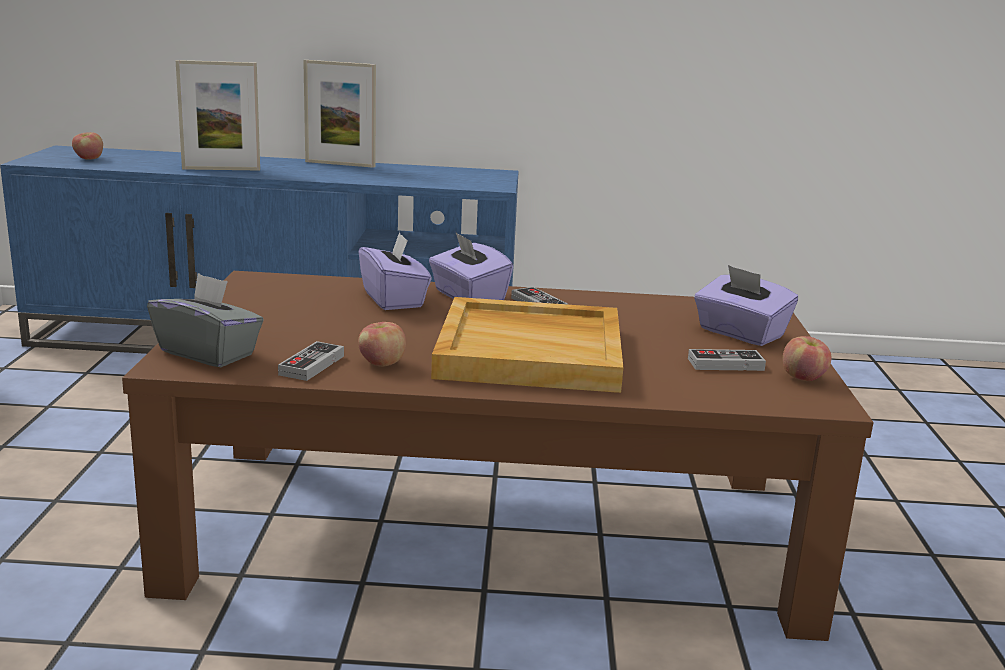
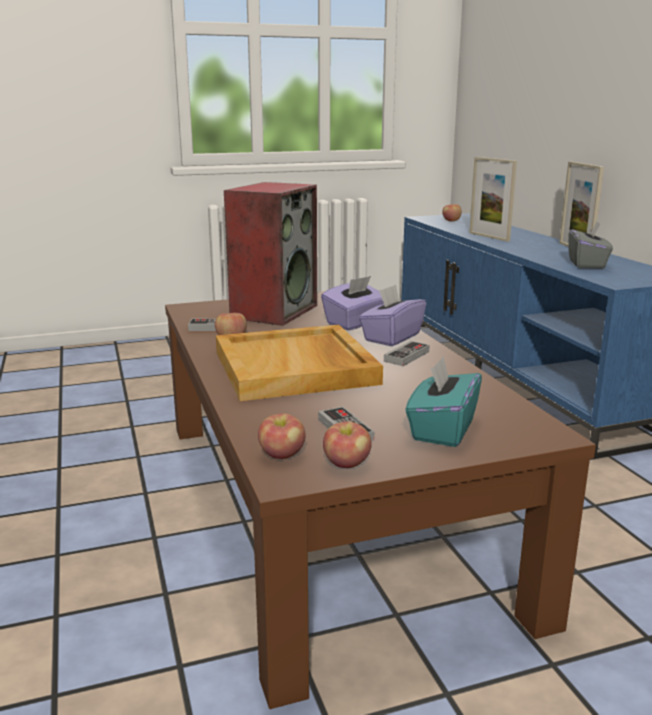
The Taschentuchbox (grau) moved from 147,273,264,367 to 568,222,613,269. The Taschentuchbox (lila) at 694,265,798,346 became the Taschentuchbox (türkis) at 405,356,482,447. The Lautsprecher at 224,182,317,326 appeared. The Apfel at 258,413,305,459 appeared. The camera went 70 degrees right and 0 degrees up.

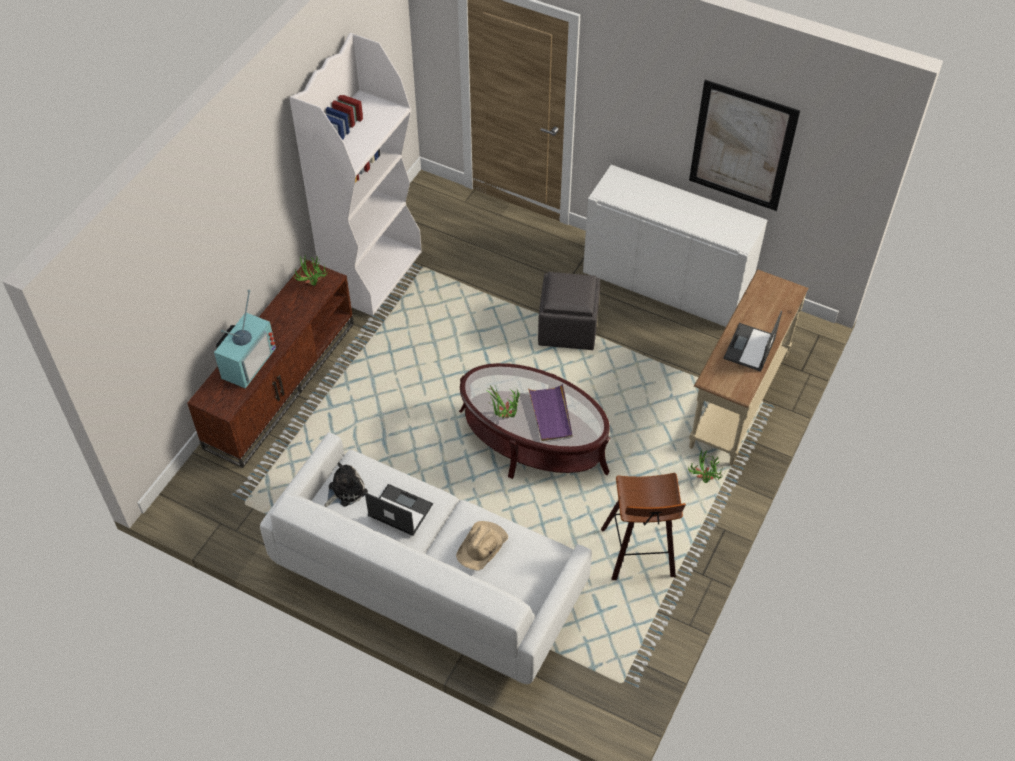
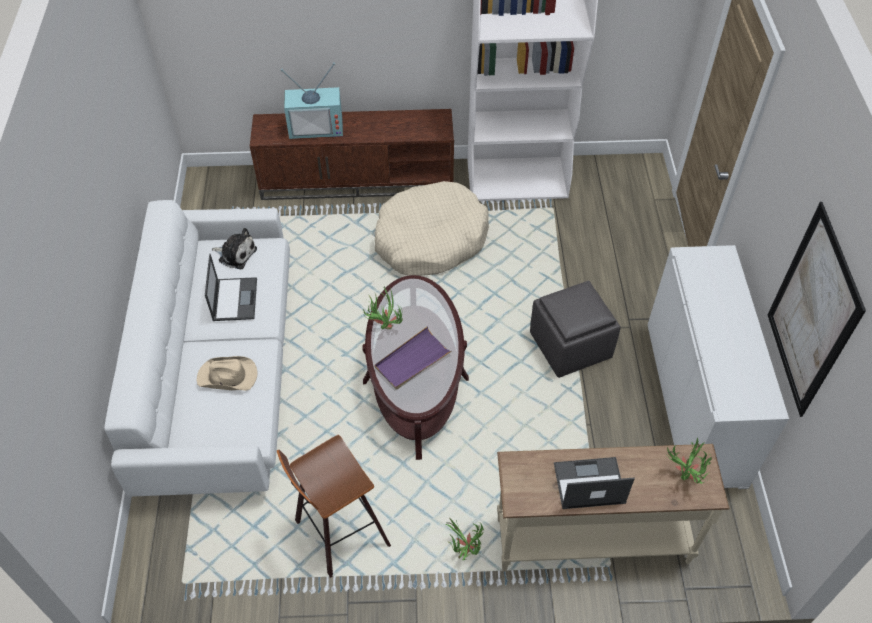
The Topfpflanze moved from 293,255,329,286 to 667,438,712,484. The Hundebett (beige) at 375,181,489,276 appeared. The camera went 60 degrees right and 0 degrees up.

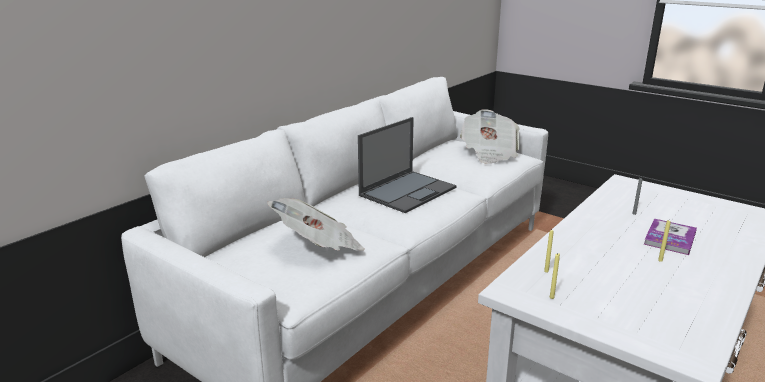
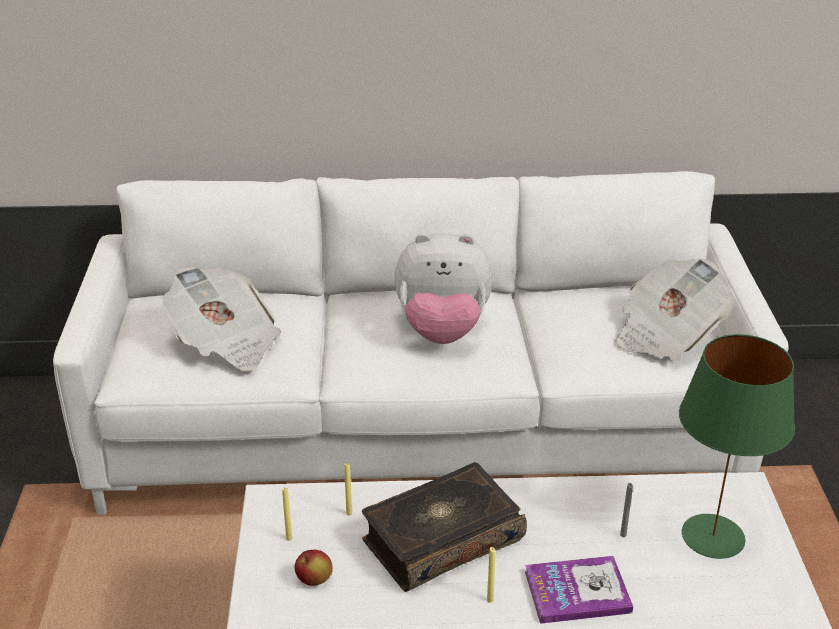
The Laptop at 358,117,457,213 was replaced by the Plüschtier at 394,233,493,344. The Apfel at 294,550,333,586 appeared. The Buch at 362,462,527,592 appeared. The Tischlampe (grün) at 679,334,795,559 appeared. The camera went 50 degrees right and 10 degrees up.

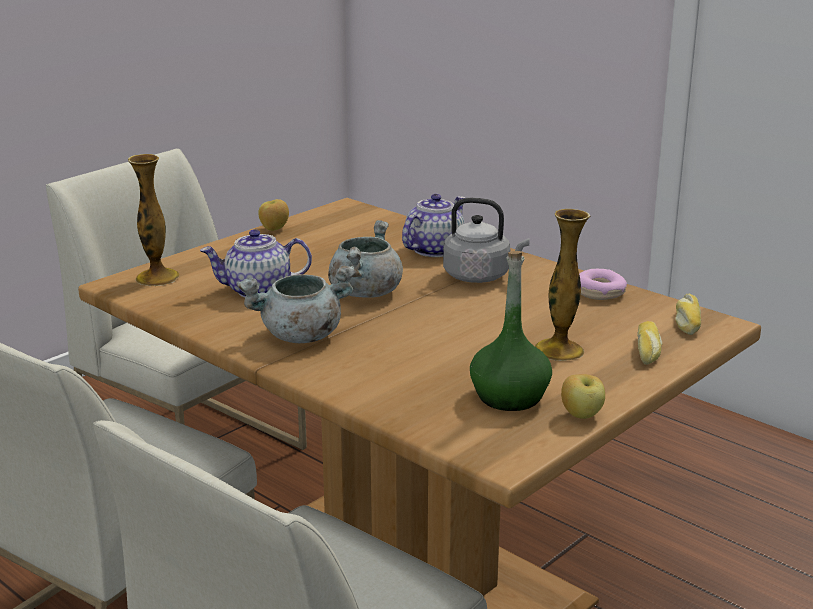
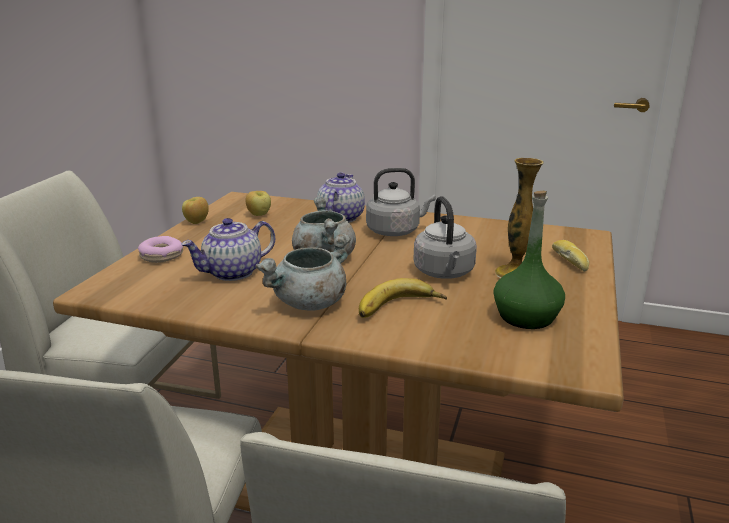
The Vase at 128,154,180,286 disappeared. The Apfel moved from 561,374,605,419 to 246,191,271,216. The Donut moved from 579,269,627,300 to 138,236,183,263. The Brot at 675,294,701,335 disappeared. The Banane at 359,278,447,318 appeared. The Wasserkessel (grau) at 414,196,477,279 appeared. The camera went 25 degrees left and 0 degrees up.

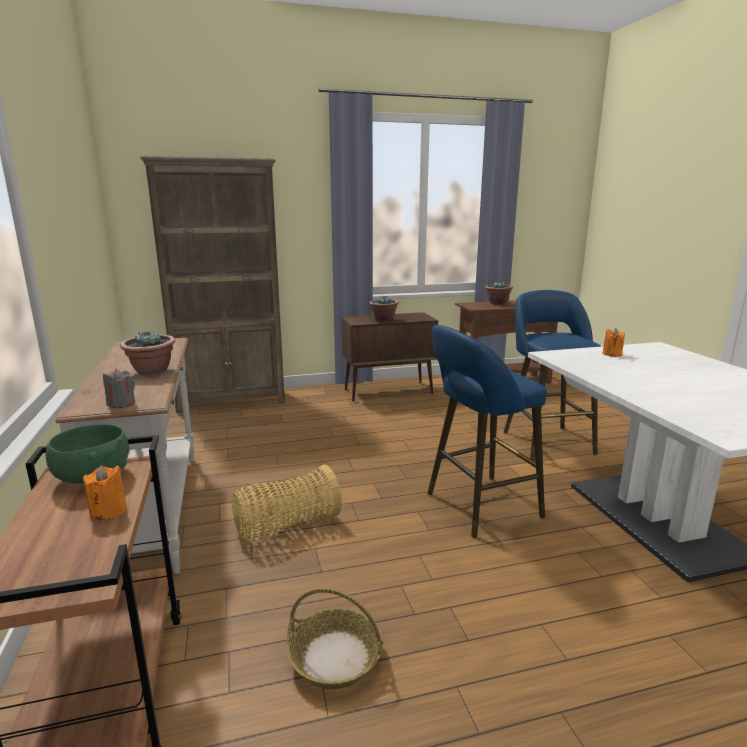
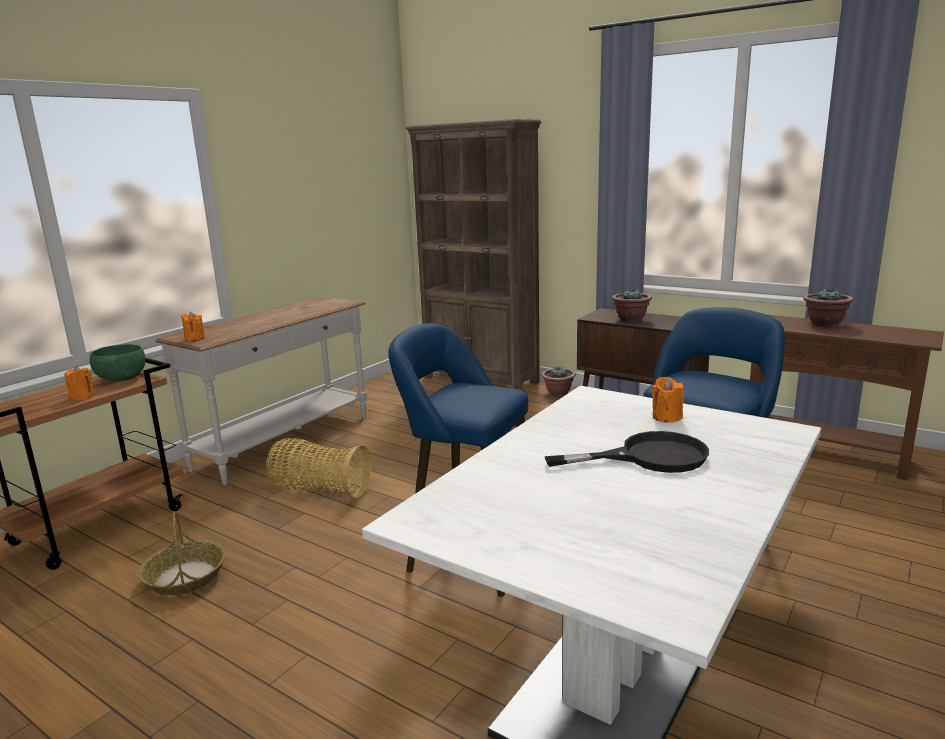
The Kerze (grau) at 103,369,135,408 became the Kerze (orange) at 181,312,205,341. The Topfpflanze moved from 120,332,175,375 to 542,367,576,396. The Pfanne (schwarz) at 545,431,709,473 appeared. The camera went 50 degrees right and 0 degrees up.

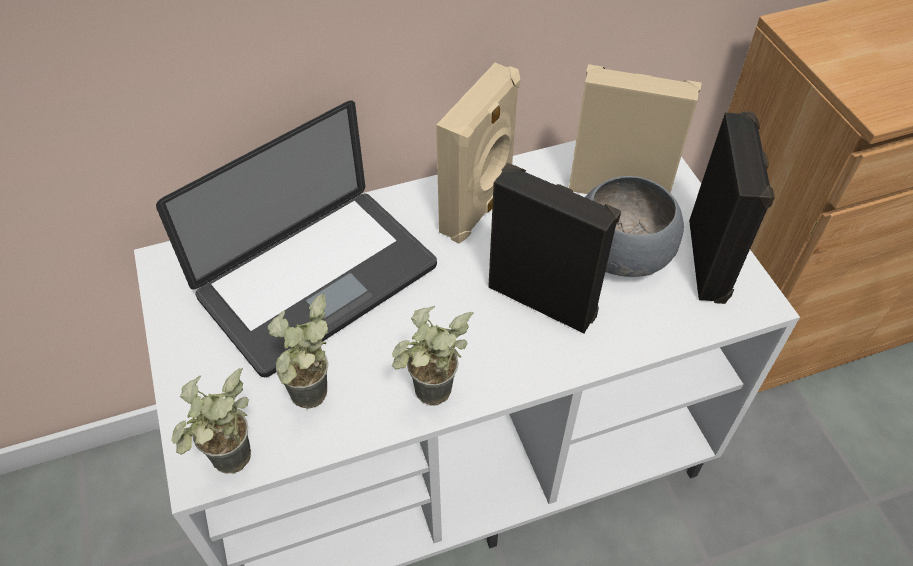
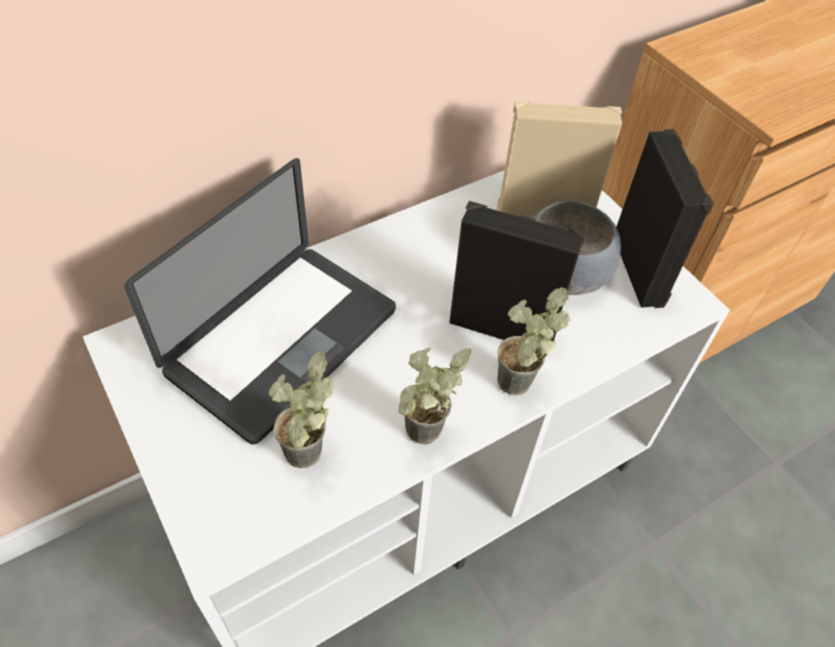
The Topfpflanze moved from 171,368,251,473 to 497,287,570,395. The Lautsprecher (beige) at 436,63,520,244 disappeared. The camera went 15 degrees left and 0 degrees up.

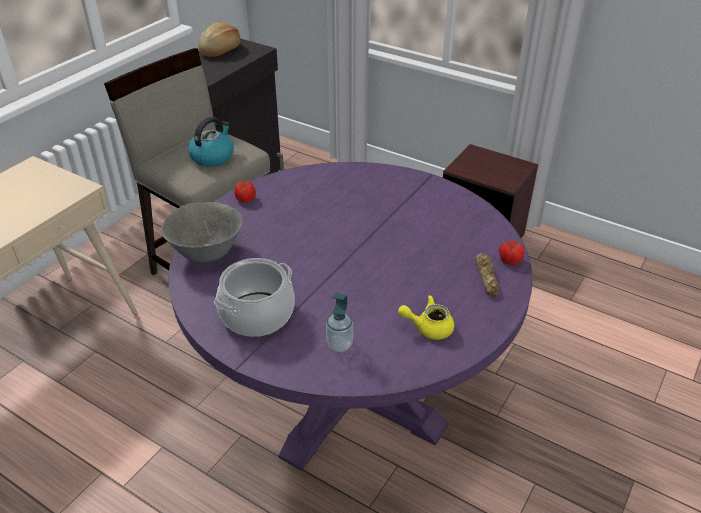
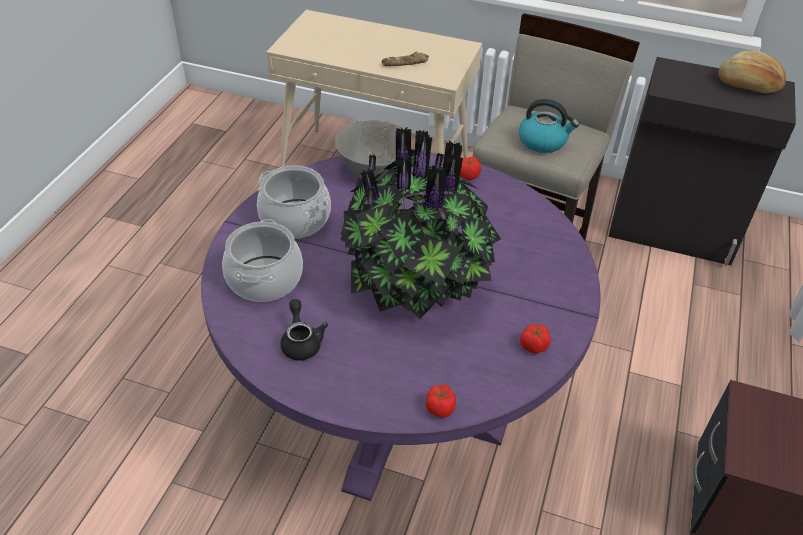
The Seifenspender at 326,293,353,352 was replaced by the Kochtopf at 222,219,303,302. The Teekanne (gelb) at 398,295,454,340 became the Teekanne (schwarz) at 280,299,328,360. The Brot moved from 475,253,499,296 to 382,52,429,66. The Topfpflanze at 340,127,501,319 appeared. The Tomate at 520,324,551,354 appeared. The camera went 75 degrees right and 5 degrees up.

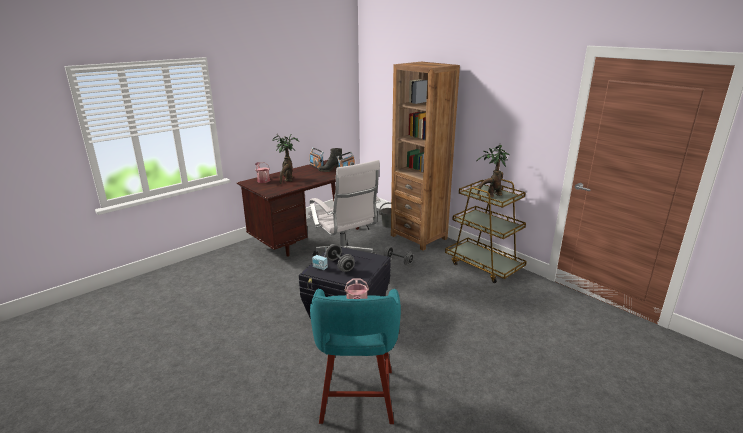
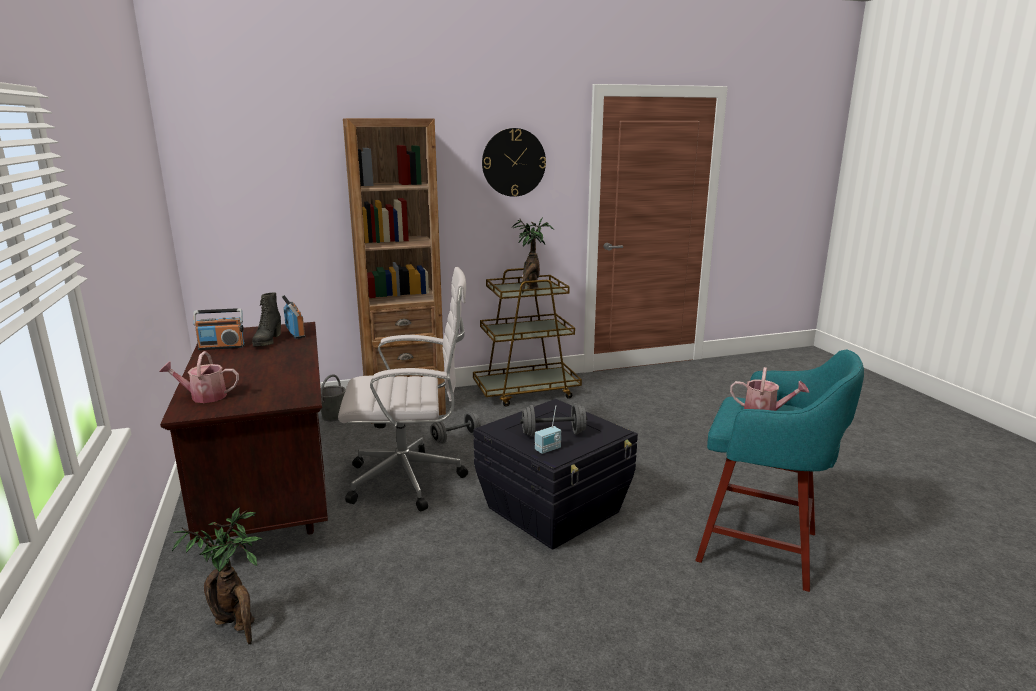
The Topfpflanze moved from 273,133,299,184 to 172,507,262,644. The Wanduhr at 482,128,546,197 appeared. The camera went 65 degrees left and 5 degrees down.

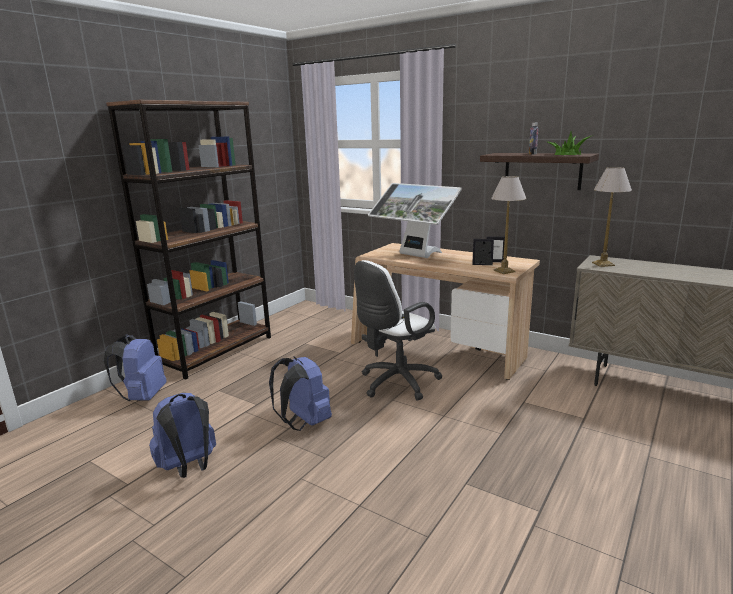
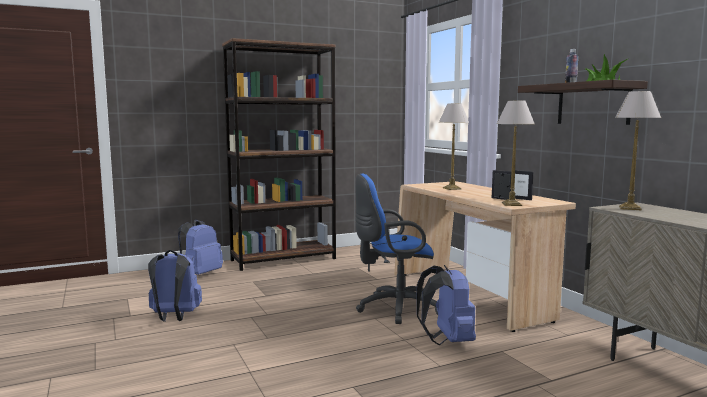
The Rucksack (blau) moved from 269,356,332,431 to 417,265,476,345. The Bürostuhl (weiß) at 354,260,443,401 became the Bürostuhl (blau) at 355,174,438,324. The Monitor at 368,183,462,258 was replaced by the Tischlampe at 439,103,469,190. The camera went 30 degrees right and 10 degrees down.

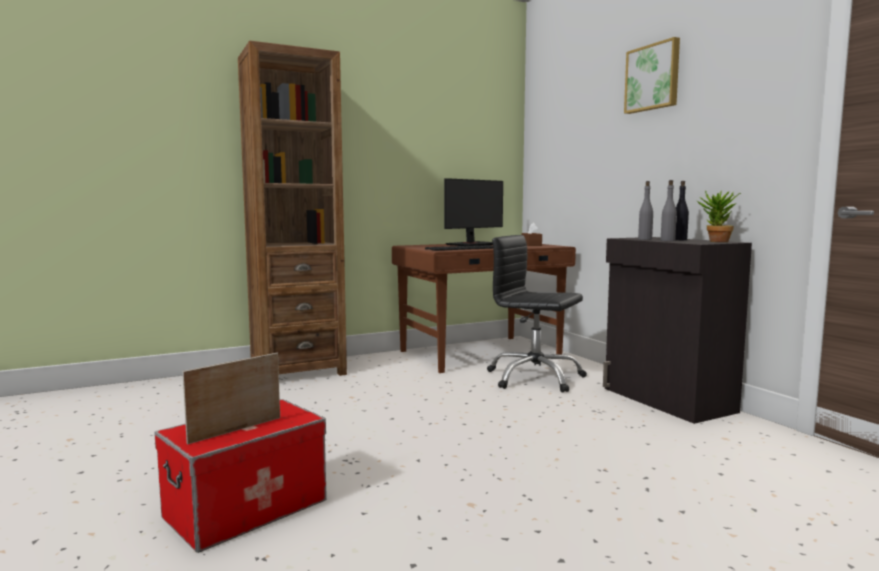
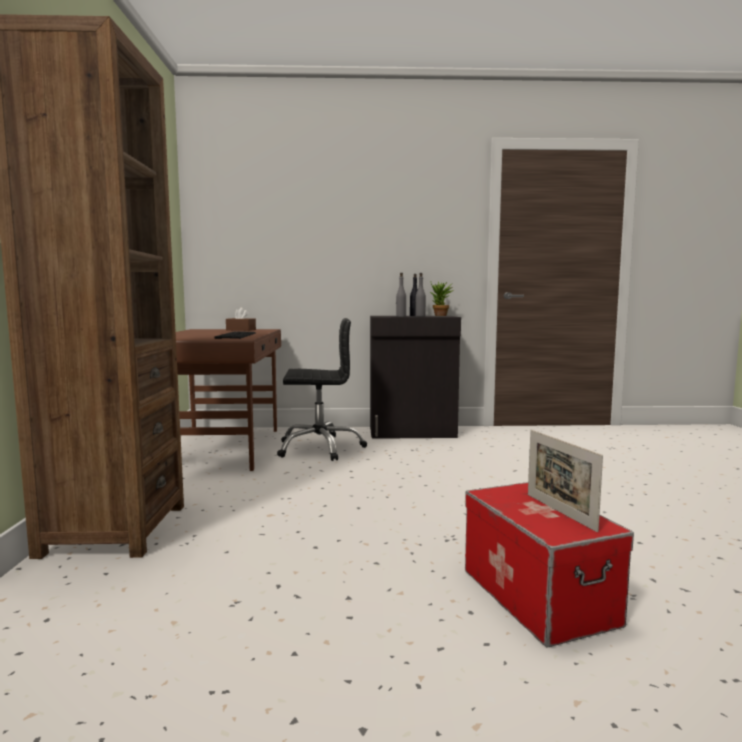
The Monitor at 444,178,503,246 disappeared. The Bürostuhl (schwarz) at 487,235,587,393 turned 150 degrees counterclockwise. The Bild at 624,37,680,114 disappeared. The camera went 65 degrees left and 0 degrees up.

